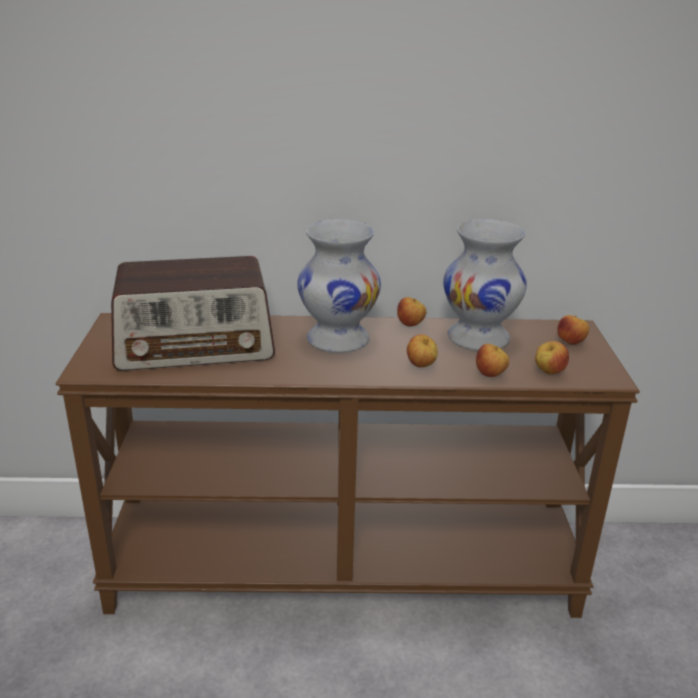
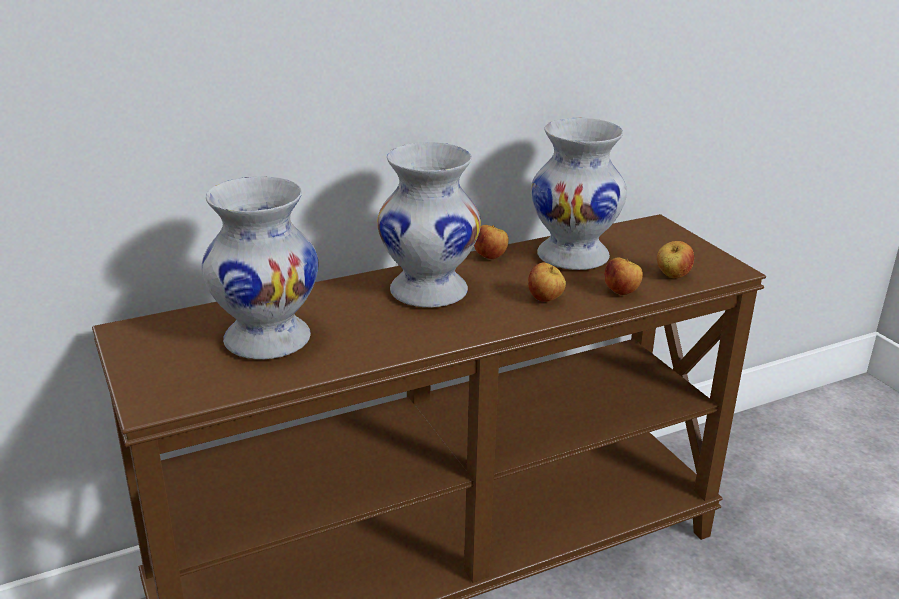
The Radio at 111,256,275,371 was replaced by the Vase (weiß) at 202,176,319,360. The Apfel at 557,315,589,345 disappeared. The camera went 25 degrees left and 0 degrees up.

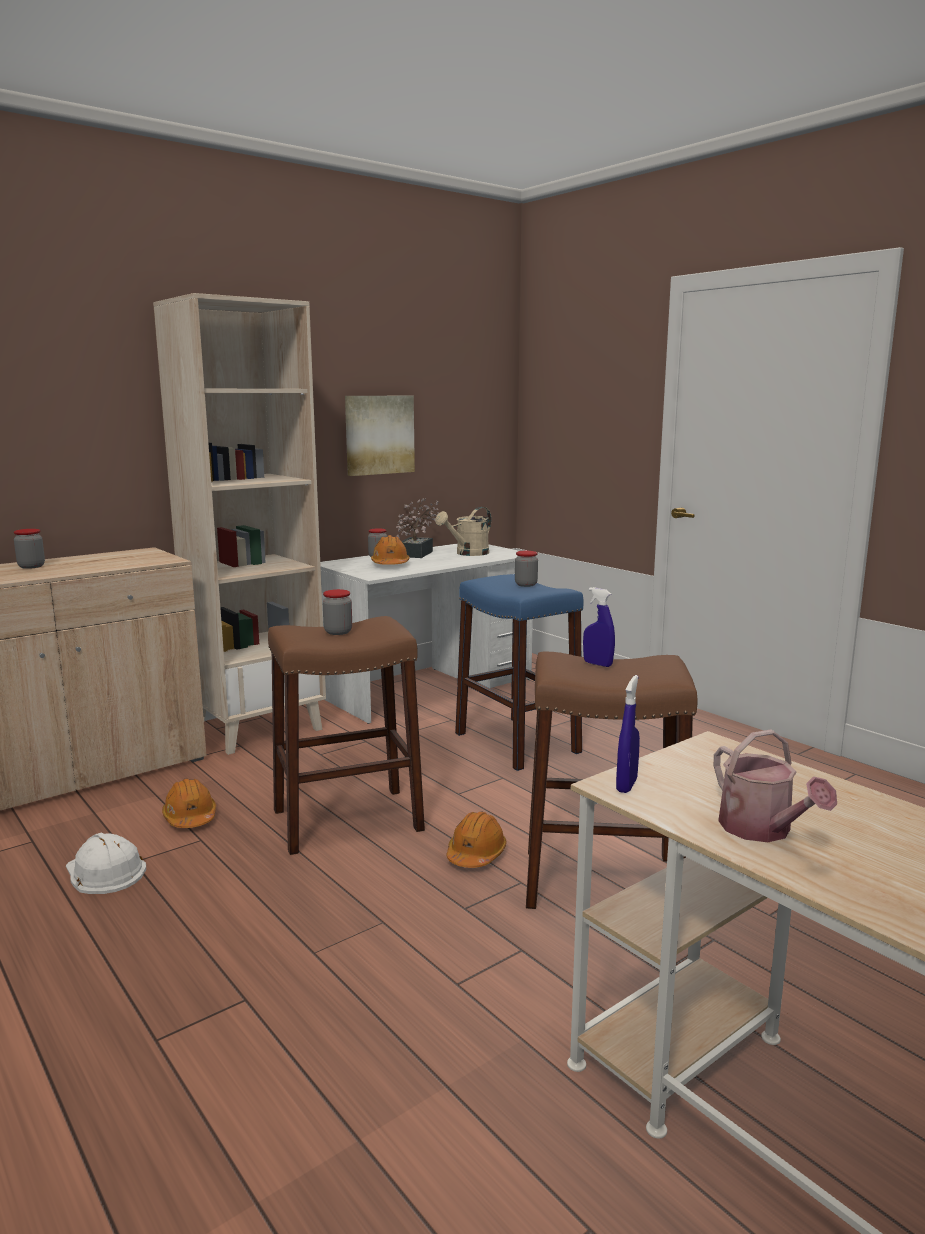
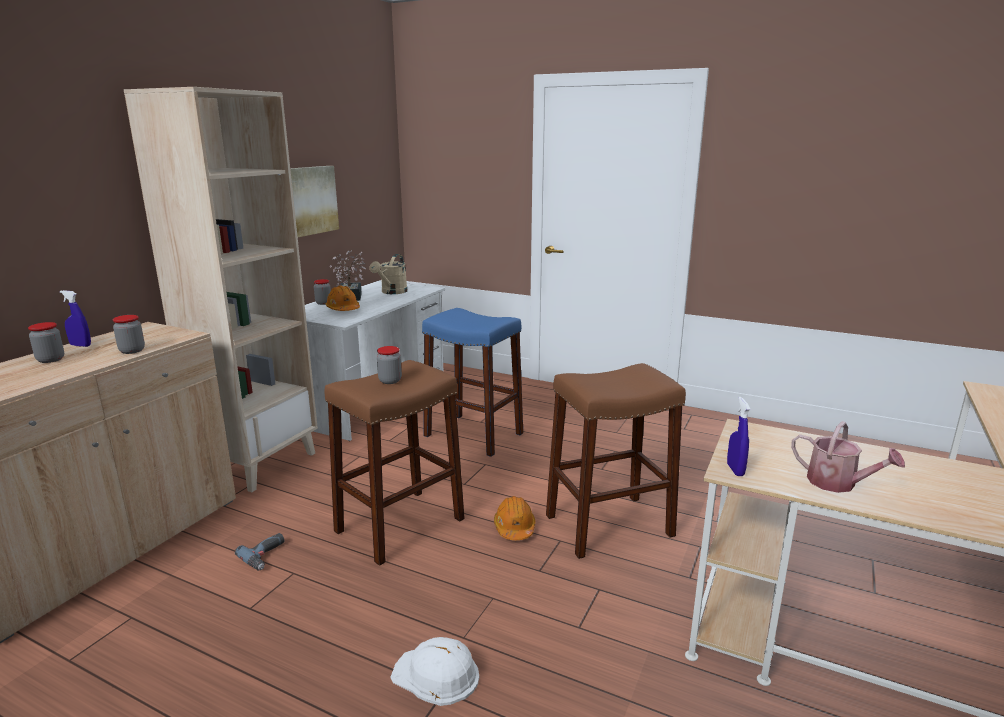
The Schutzhelm (weiß) moved from 66,832,146,894 to 390,637,479,706. The Schutzhelm (orange) at 162,778,216,828 was replaced by the Bohrmaschine at 235,533,284,571. The Vorratsglas moved from 515,551,538,587 to 113,315,145,354. The Sprühflasche (blau) moved from 583,587,615,667 to 60,290,91,347. The camera went 25 degrees left and 5 degrees up.

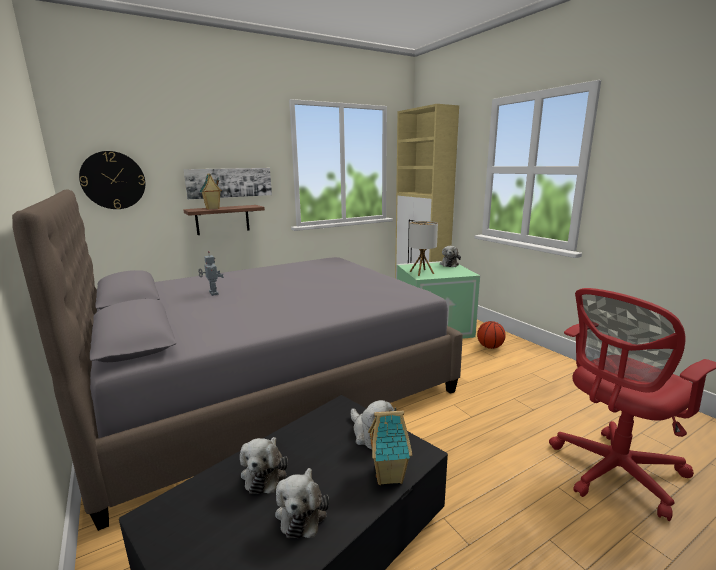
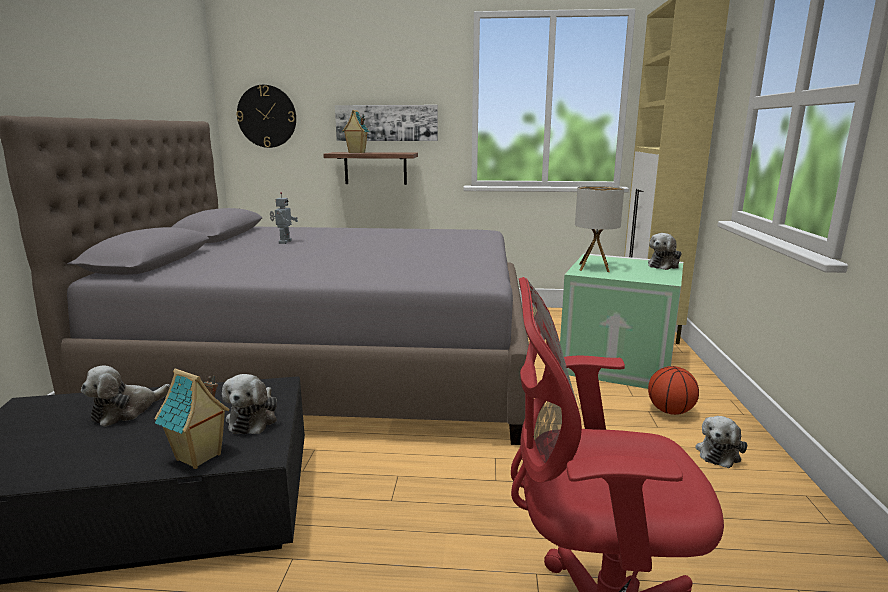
The Plüschtier moved from 275,468,329,538 to 695,416,747,468. The camera went 35 degrees right and 0 degrees up.

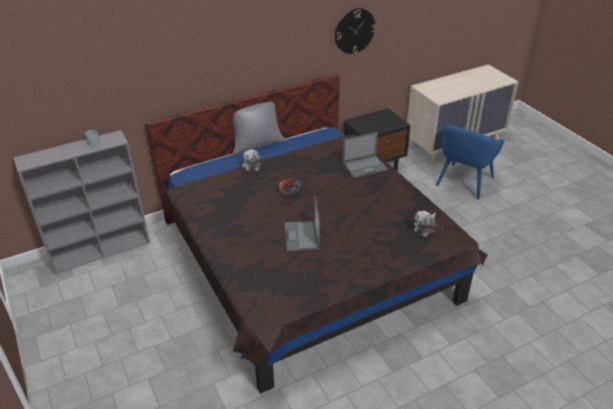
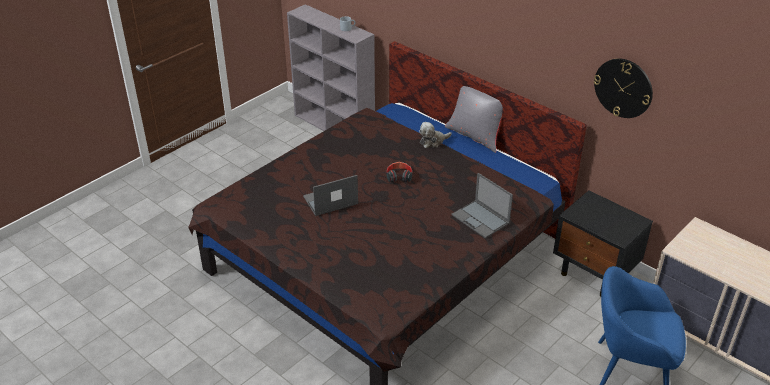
The Plüschtier at 414,211,437,237 disappeared. The camera went 70 degrees right and 0 degrees up.

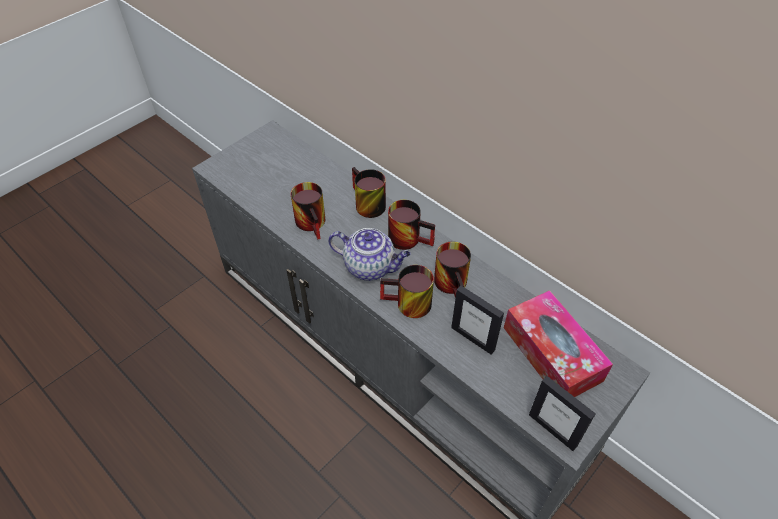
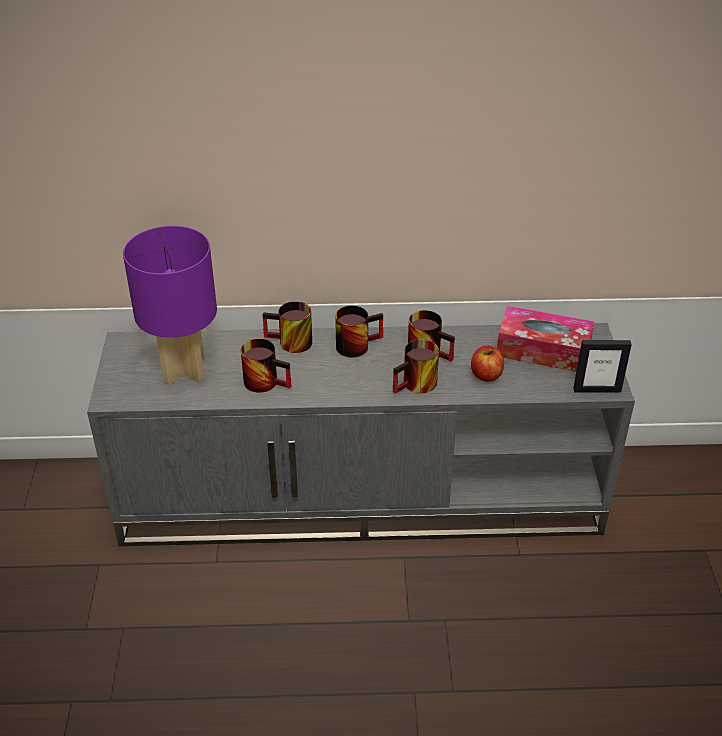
The Teekanne at 328,228,411,281 disappeared. The Bilderrahmen at 451,286,504,354 was replaced by the Apfel at 471,346,504,382. The Tischlampe (lila) at 123,226,217,385 appeared. The camera went 45 degrees left and 10 degrees down.

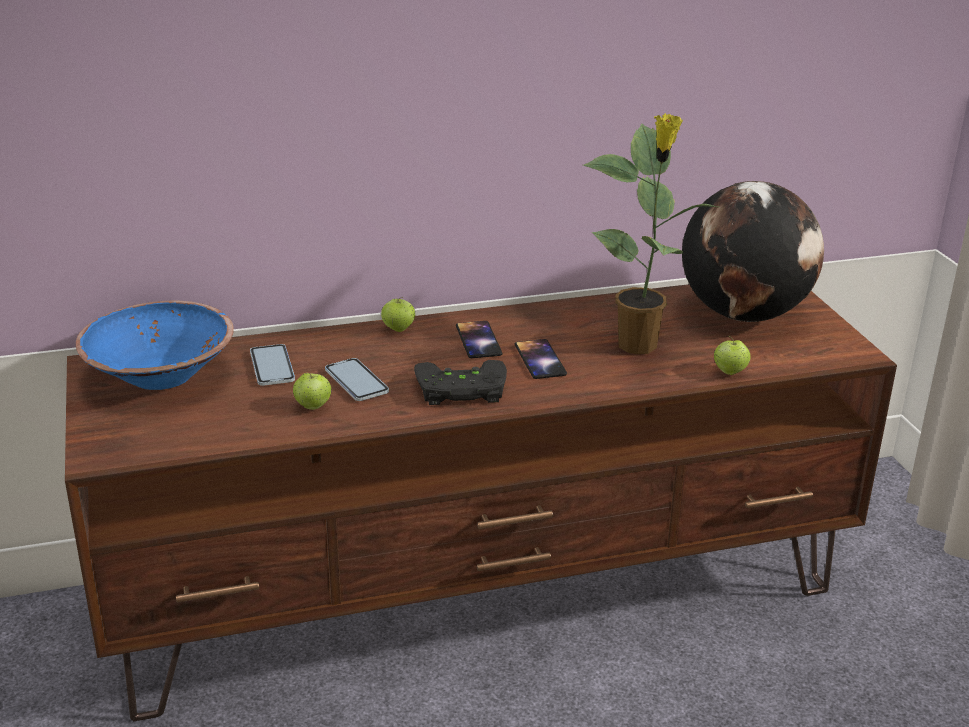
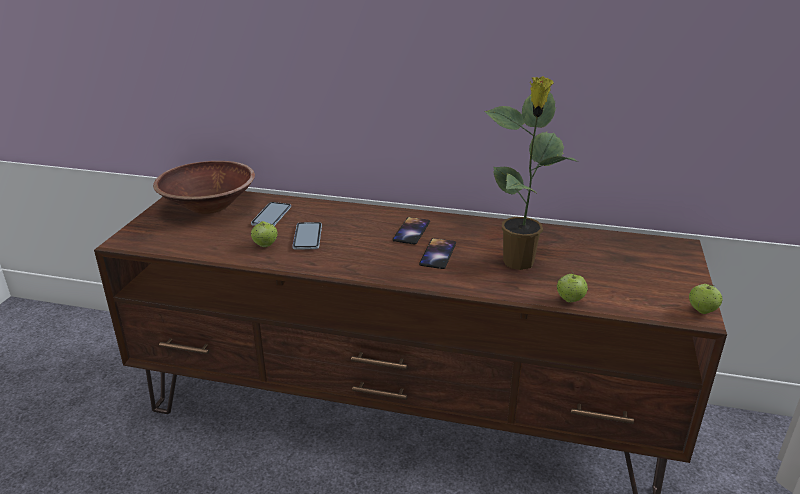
The Schüssel (blau) at 76,301,234,390 became the Schüssel (braun) at 153,161,255,214. The Apfel moved from 381,297,415,332 to 689,284,722,314. The Gamepad (schwarz) at 414,360,507,405 disappeared. The Globus at 682,181,824,322 disappeared. The camera went 30 degrees right and 0 degrees up.

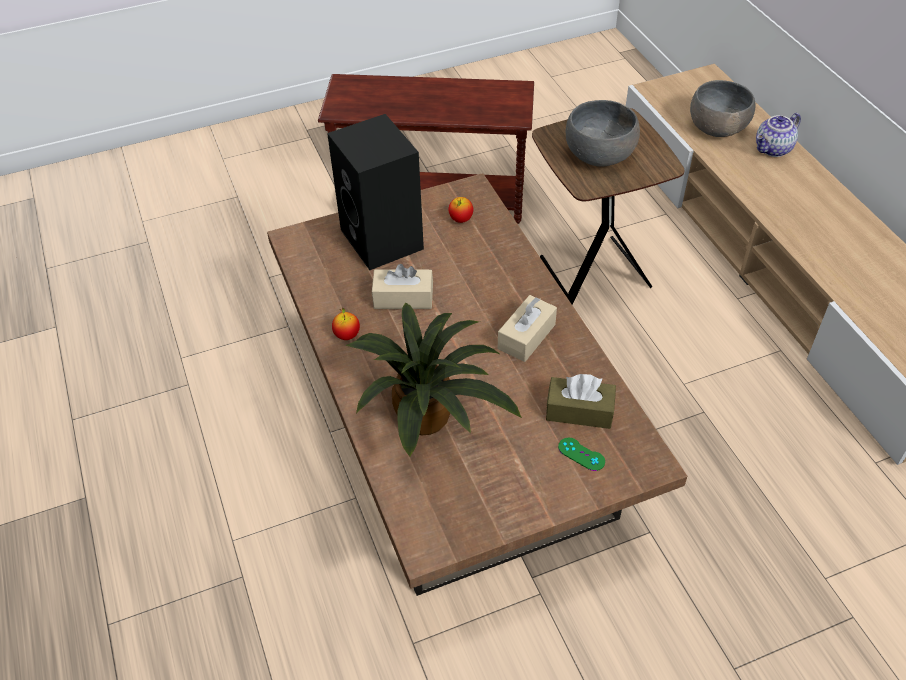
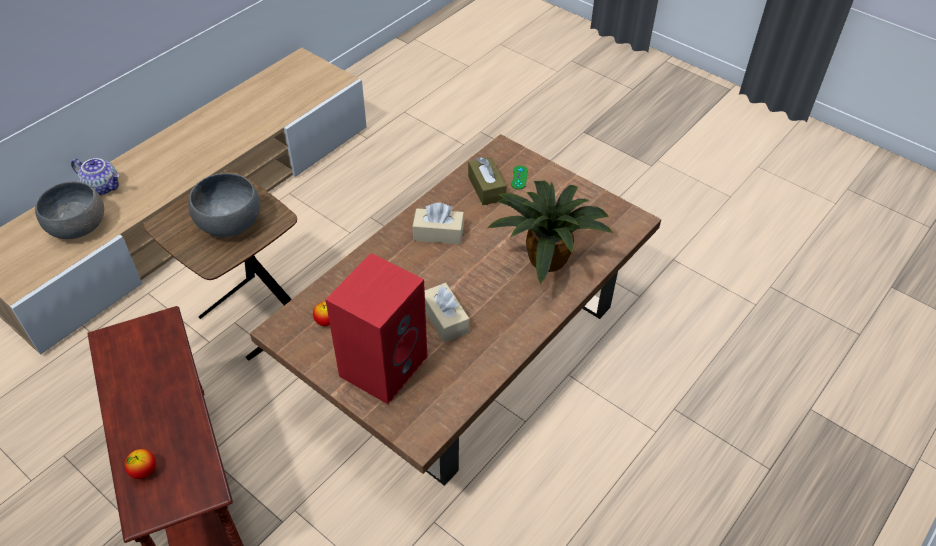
The Lautsprecher (schwarz) at 327,114,424,270 became the Lautsprecher (rot) at 325,253,427,404. The Apfel moved from 332,308,360,340 to 125,449,156,479. The camera went 120 degrees left and 0 degrees up.

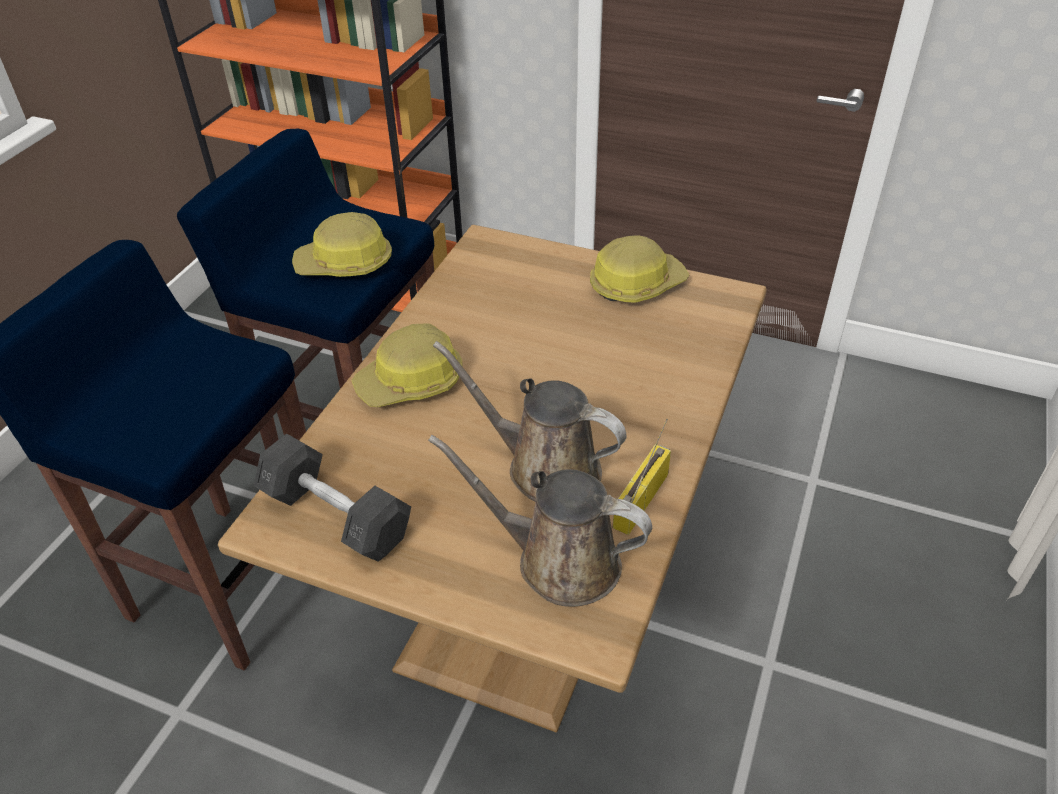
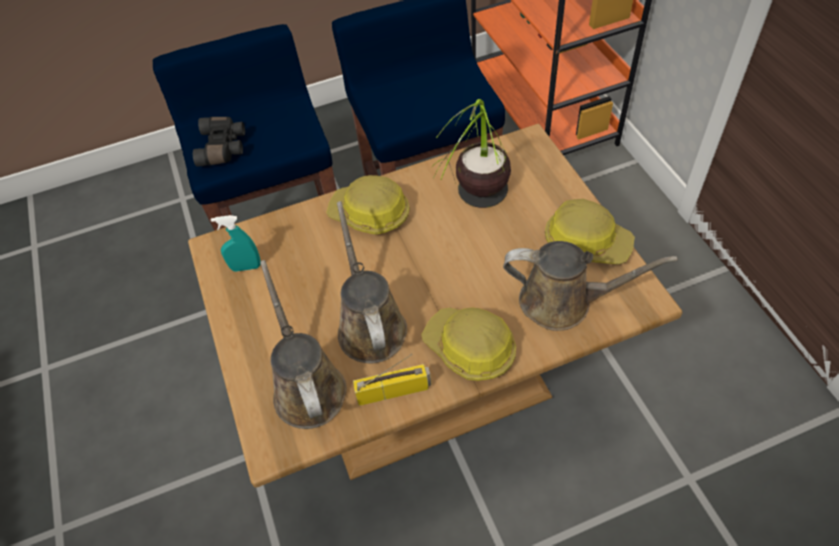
The Hantel (grau) at 254,433,411,562 was replaced by the Sprühflasche (türkis) at 211,215,261,272. The Schutzhelm moved from 292,212,392,277 to 421,307,516,381. The Fernglas (schwarz) at 193,117,245,167 appeared. The Topfpflanze at 431,99,511,208 appeared. The Gießkanne (braun) at 503,241,678,331 appeared. The camera went 50 degrees right and 10 degrees up.

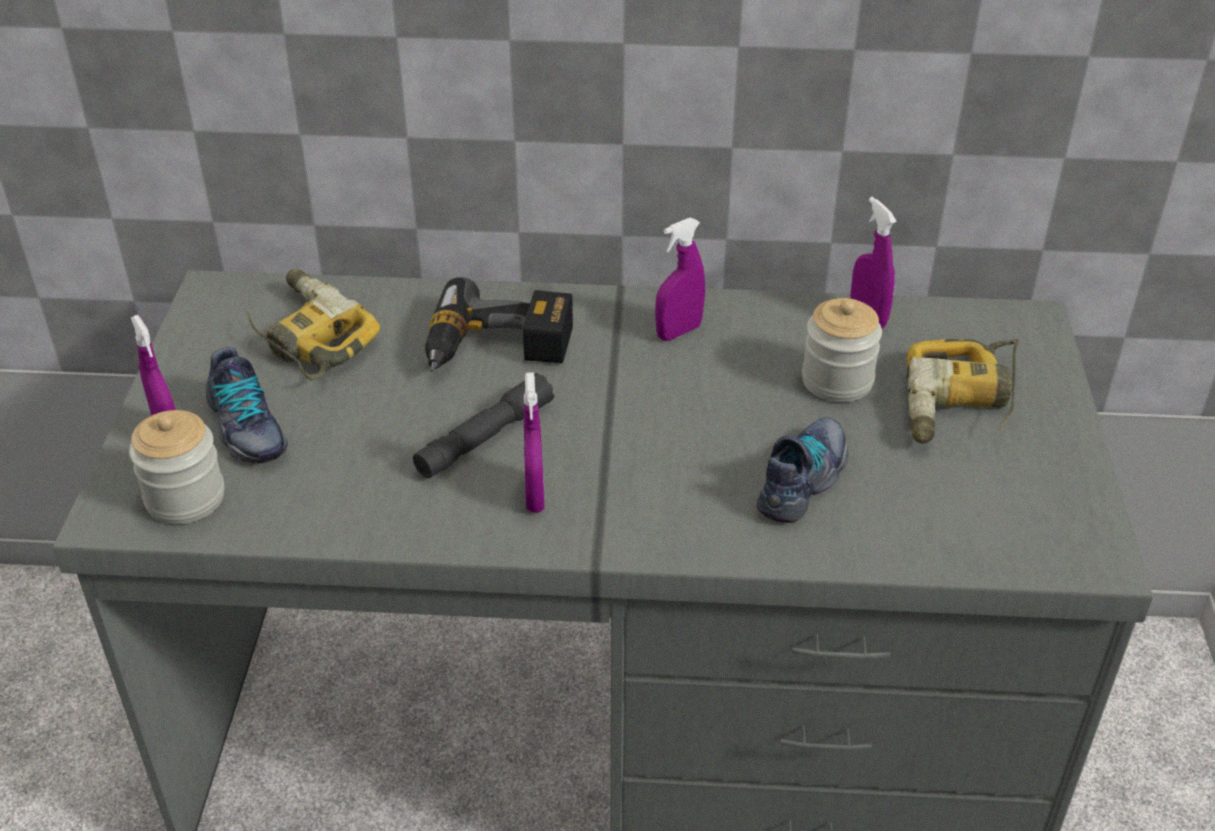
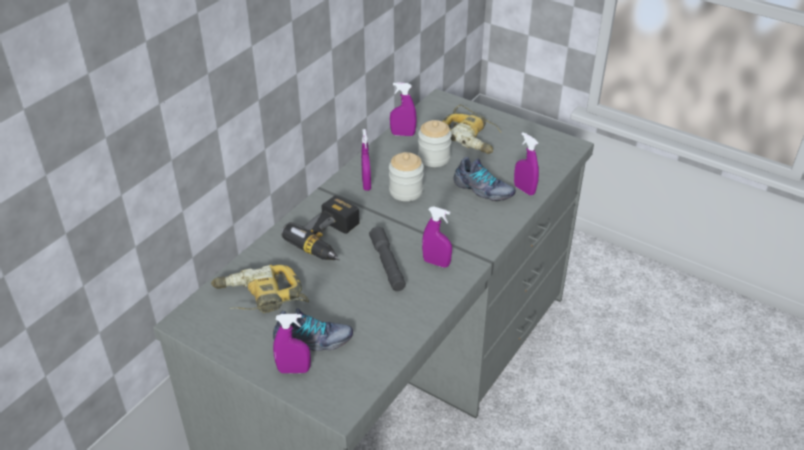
The Vorratsglas moved from 129,410,224,524 to 389,152,424,201. The Schuh at 756,418,848,523 turned 150 degrees clockwise. The Sprühflasche (lila) at 514,133,539,196 appeared. The camera went 60 degrees left and 0 degrees up.

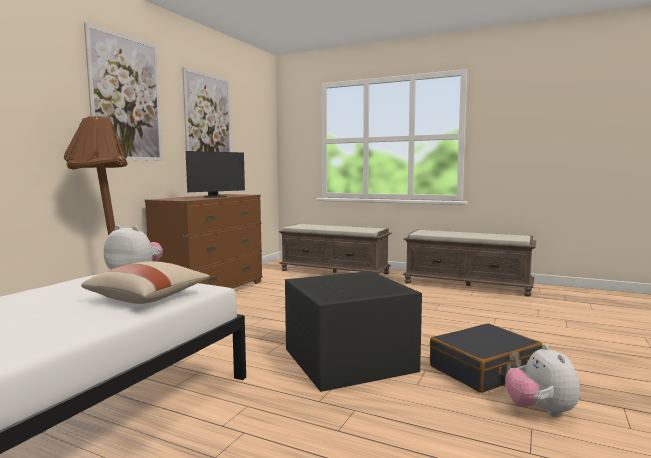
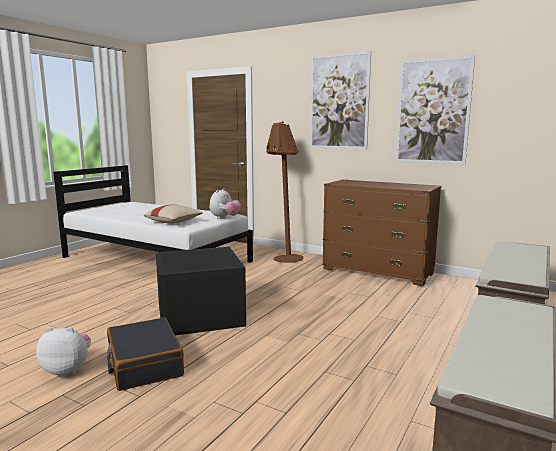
The Monitor at 186,151,245,198 disappeared. The camera went 95 degrees right and 5 degrees up.

